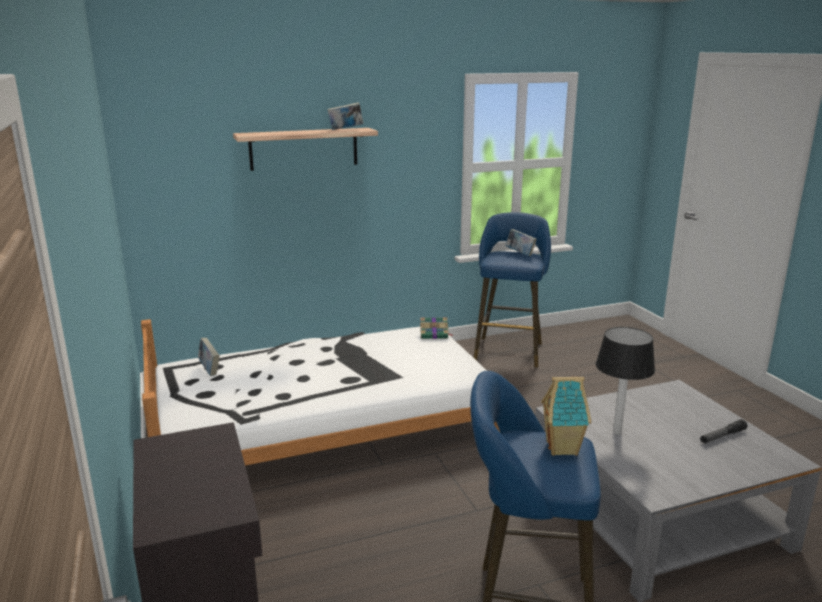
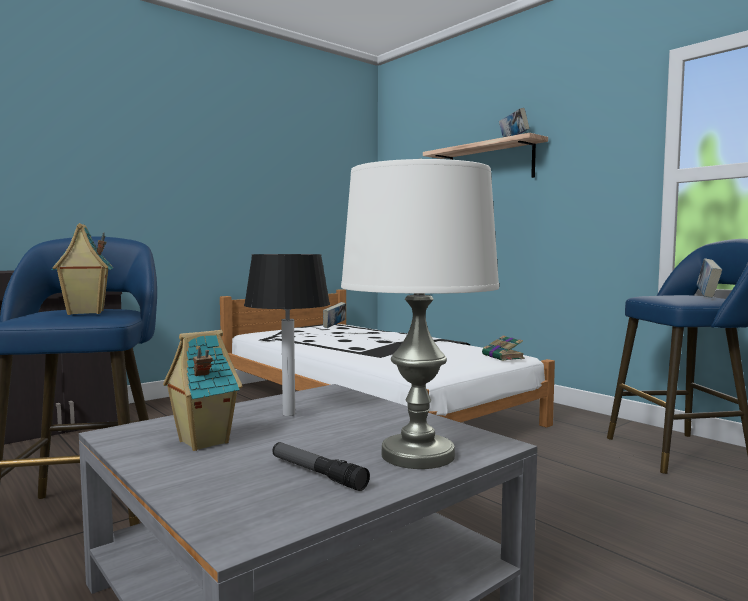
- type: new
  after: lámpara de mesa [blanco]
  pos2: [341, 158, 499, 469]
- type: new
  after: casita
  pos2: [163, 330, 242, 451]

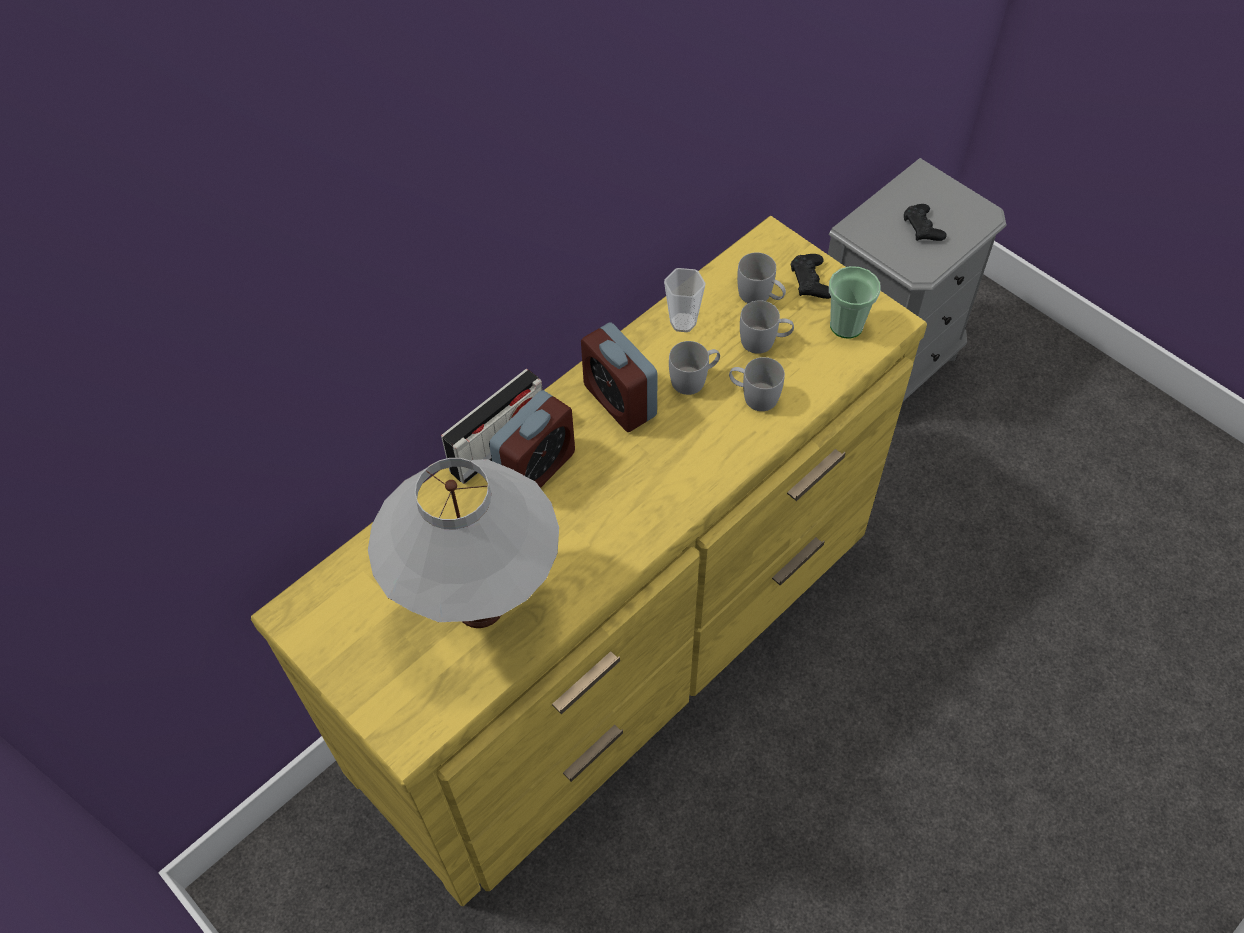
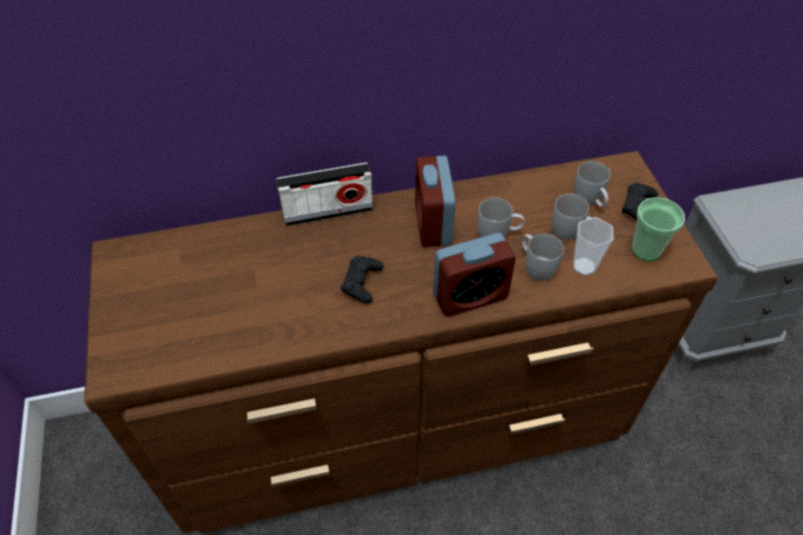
- type: shifted
  before: mando de consola [negro]
  pos1: [904, 204, 947, 241]
  pos2: [341, 256, 384, 304]
- type: repainted
  before: cómoda [amarillo]
  after: cómoda [marrón]
  pos1: [251, 216, 927, 906]
  pos2: [84, 151, 718, 534]
- type: shifted
  before: taza
  pos1: [664, 268, 706, 332]
  pos2: [573, 217, 613, 276]
- type: shifted
  before: despertador
  pos1: [489, 390, 575, 488]
  pos2: [433, 233, 516, 317]
- type: gone
  before: lámpara de mesa [blanco]
  pos1: [368, 458, 559, 628]

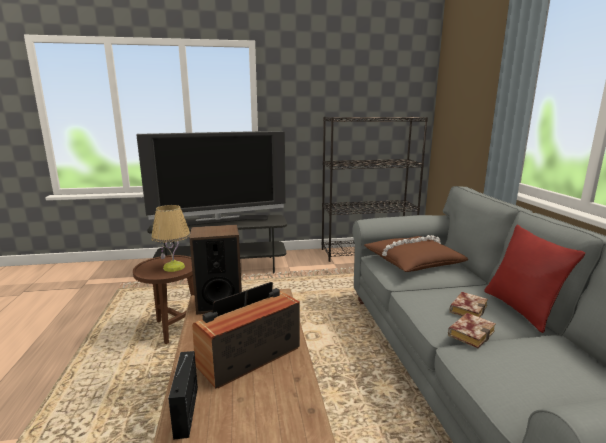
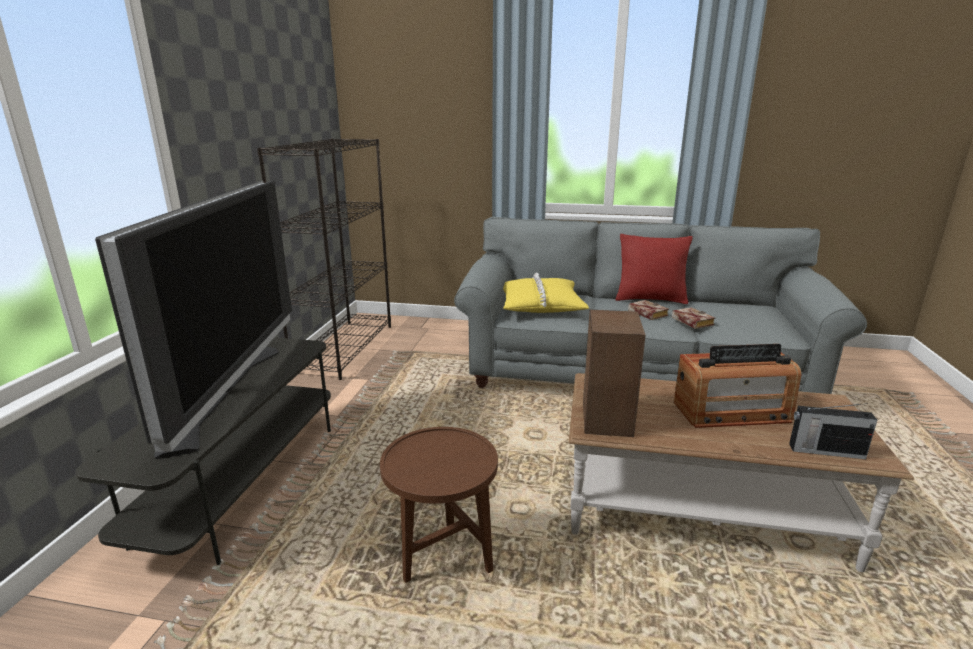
- type: gone
  before: lámpara de mesa
  pos1: [151, 205, 190, 272]
- type: repainted
  before: cojín [marrón]
  after: cojín [amarillo]
  pos1: [364, 235, 468, 272]
  pos2: [503, 272, 589, 313]
- type: rotated
  before: radio
  pos1: [192, 282, 300, 389]
  pos2: [674, 344, 802, 428]
  turn: -75

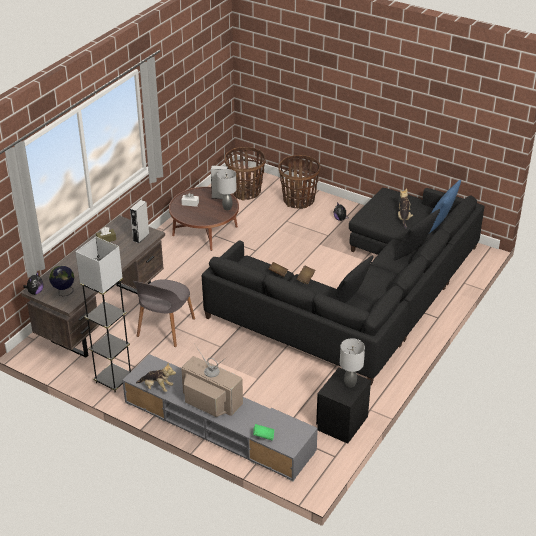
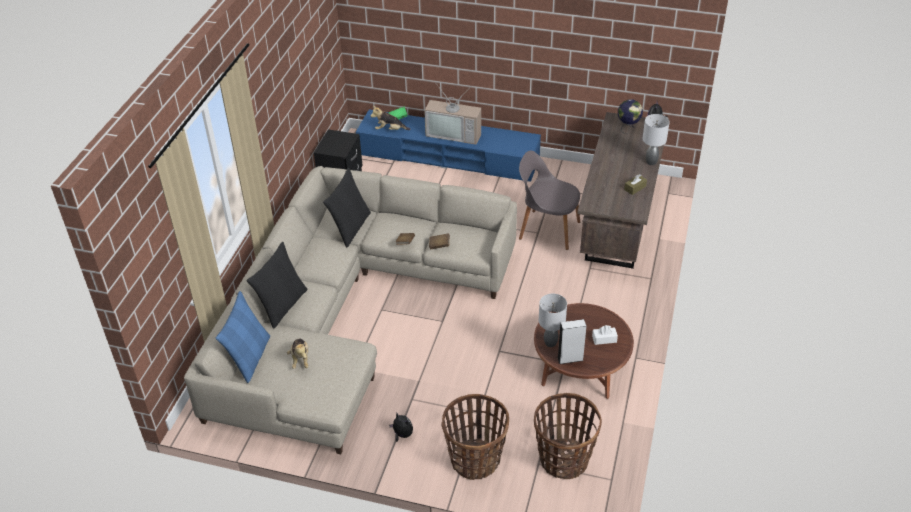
- type: repainted
  before: sofá [negro]
  after: sofá [beis]
  pos1: [202, 188, 485, 385]
  pos2: [184, 166, 517, 454]
- type: gone
  before: altavoz [gris]
  pos1: [130, 200, 149, 243]
- type: gone
  before: lámpara de pie [gris]
  pos1: [75, 237, 131, 393]
- type: rotated
  before: silla [gris]
  pos1: [133, 279, 195, 347]
  pos2: [519, 151, 580, 250]
  turn: -75
- type: shifted
  before: lámpara de mesa [gris]
  pos1: [340, 338, 365, 388]
  pos2: [642, 114, 670, 165]
- type: repainted
  before: mueble de televisión [gris]
  after: mueble de televisión [azul]
  pos1: [122, 354, 318, 481]
  pos2: [356, 109, 541, 182]
- type: shifted
  before: peluche
  pos1: [136, 363, 176, 392]
  pos2: [371, 106, 410, 130]

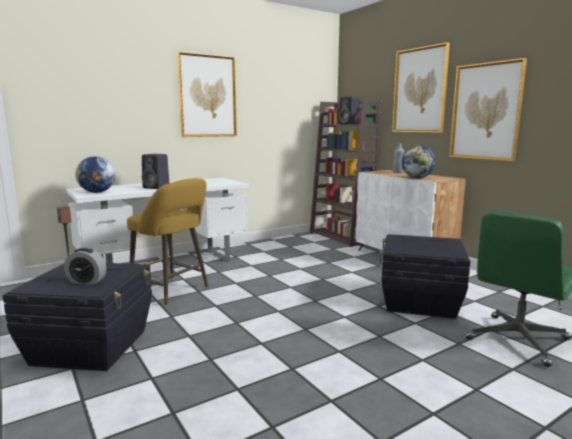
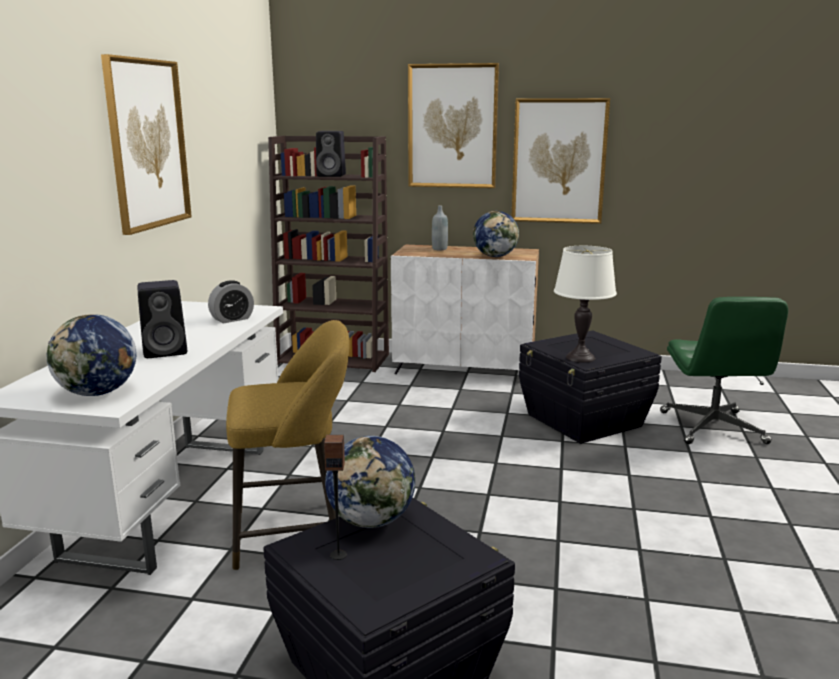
- type: shifted
  before: despertador
  pos1: [64, 248, 106, 285]
  pos2: [208, 280, 254, 323]
- type: new
  after: lámpara de mesa [blanco]
  pos2: [554, 246, 617, 363]
- type: new
  after: globo terráqueo
  pos2: [325, 436, 415, 528]

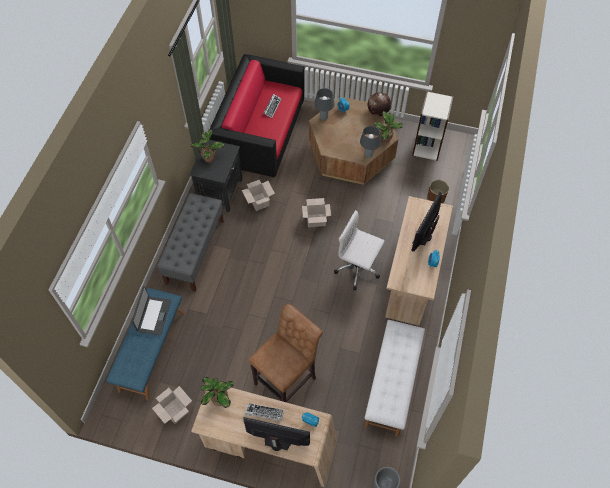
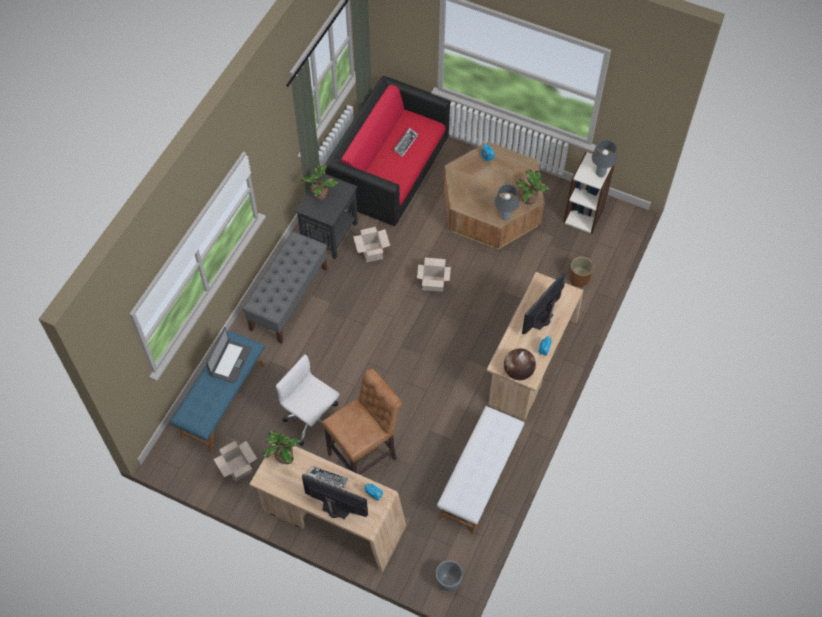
- type: shifted
  before: lámpara de mesa [gris]
  pos1: [314, 88, 335, 120]
  pos2: [592, 140, 617, 177]
- type: shifted
  before: globo terráqueo
  pos1: [368, 92, 391, 116]
  pos2: [504, 348, 536, 380]
- type: shifted
  before: silla de oficina [blanco]
  pos1: [334, 210, 385, 290]
  pos2: [276, 354, 340, 446]

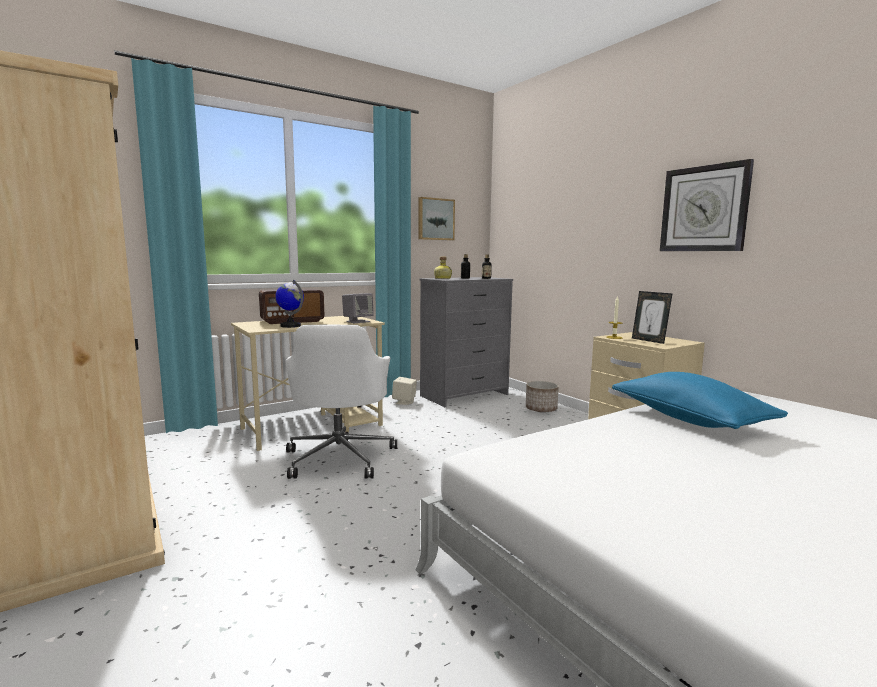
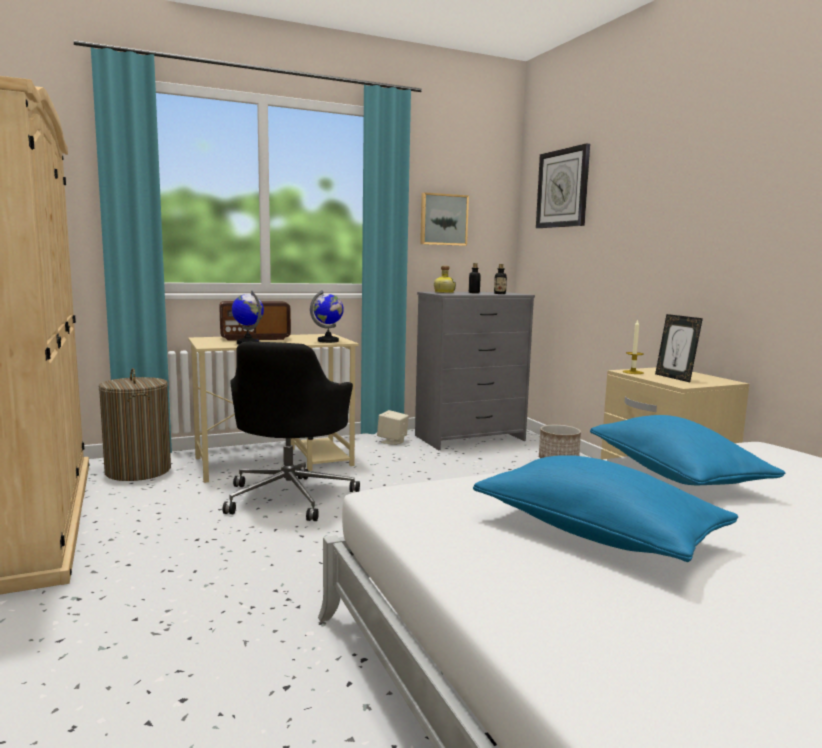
- type: shifted
  before: reloj de pared
  pos1: [660, 159, 754, 251]
  pos2: [536, 143, 590, 228]
- type: swapped
  before: altavoz [gris]
  after: globo terráqueo
  pos1: [342, 293, 374, 323]
  pos2: [310, 290, 344, 343]
- type: repainted
  before: silla de oficina [blanco]
  after: silla de oficina [negro]
  pos1: [286, 325, 397, 479]
  pos2: [222, 342, 360, 521]
- type: new
  after: cesto de la ropa
  pos2: [99, 368, 171, 481]
- type: new
  after: cojín [azul]
  pos2: [473, 455, 738, 562]

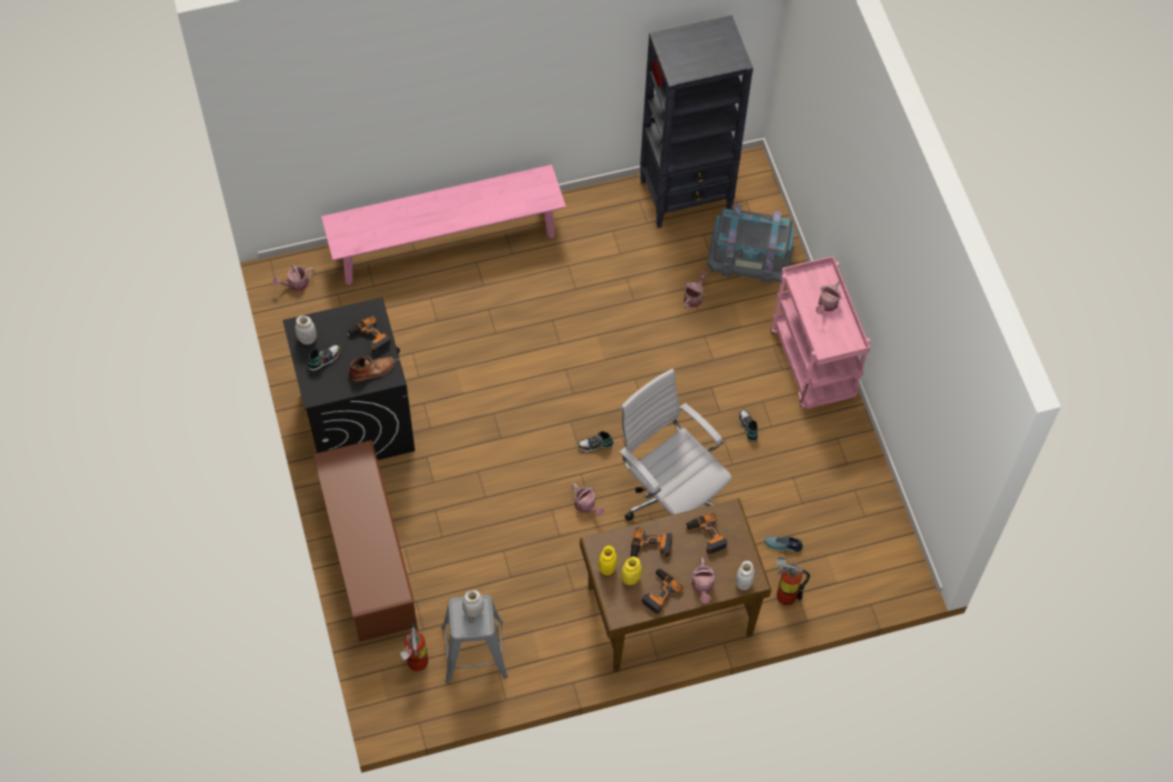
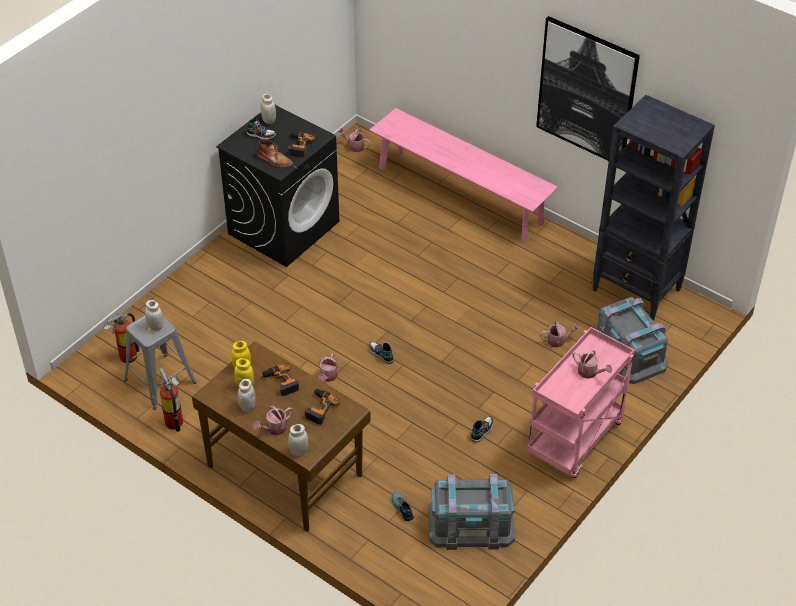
- type: rotated
  before: regadera
  pos1: [816, 281, 841, 314]
  pos2: [572, 350, 612, 379]
  turn: -135
- type: gone
  before: silla de oficina [blanco]
  pos1: [619, 369, 732, 521]
- type: gone
  before: zapatero [marrón]
  pos1: [313, 440, 418, 642]
- type: shifted
  before: extintor
  pos1: [776, 557, 810, 605]
  pos2: [160, 368, 183, 432]
- type: swapped
  before: taladro
  after: tarro [blanco]
  pos1: [642, 569, 683, 614]
  pos2: [238, 379, 256, 412]
- type: new
  after: cuadro
  pos2: [536, 16, 640, 161]
- type: new
  after: caja de almacenaje [gris]
  pos2: [429, 474, 515, 550]

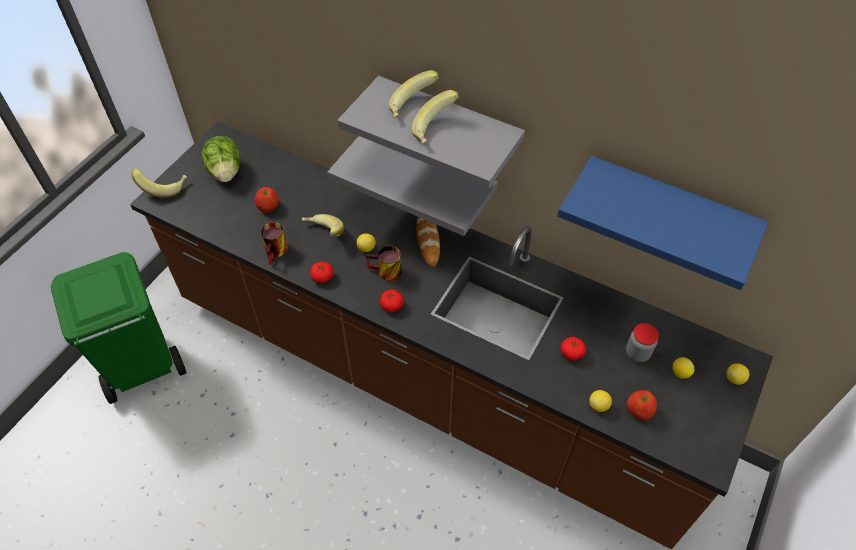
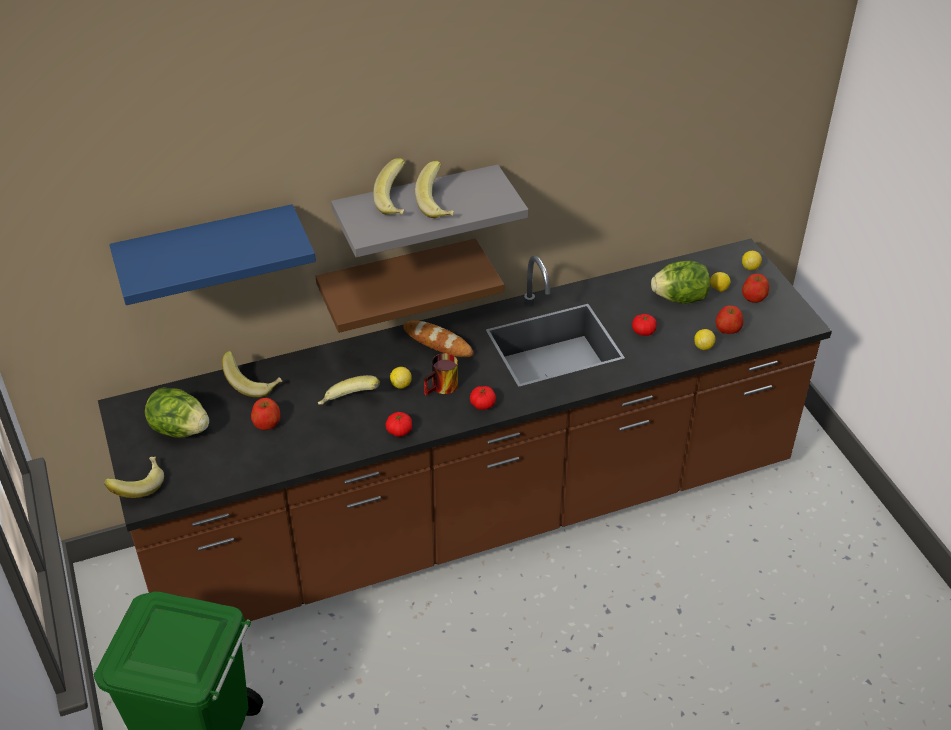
- type: repainted
  before: estante [gris]
  after: estante [marrón]
  pos1: [327, 136, 498, 236]
  pos2: [316, 238, 504, 333]
- type: shifted
  before: estante [azul]
  pos1: [558, 156, 769, 290]
  pos2: [109, 204, 316, 305]
- type: gone
  before: taza grande
  pos1: [261, 222, 288, 265]
- type: swapped
  before: tarro
  after: lechuga
  pos1: [626, 323, 659, 362]
  pos2: [651, 260, 710, 304]
- type: new
  after: manzana
  pos2: [742, 274, 769, 303]
- type: new
  after: plátano
  pos2: [222, 351, 283, 397]

